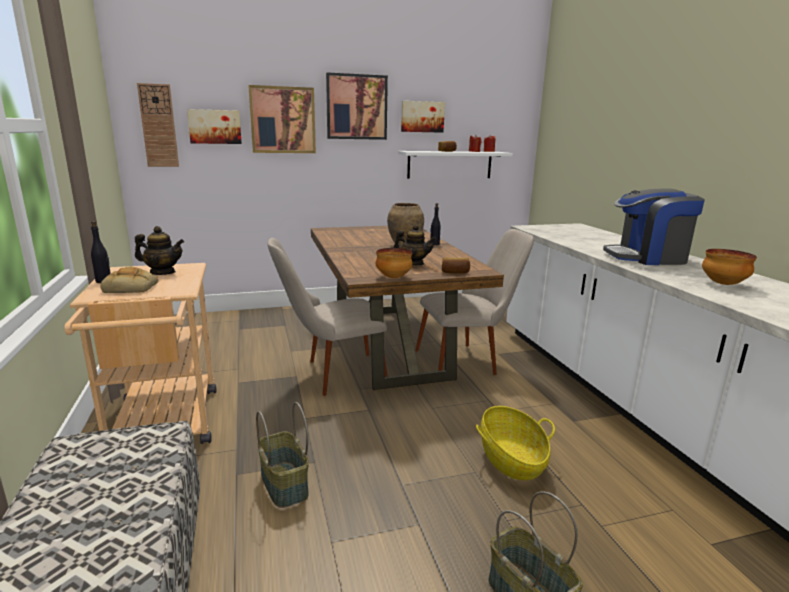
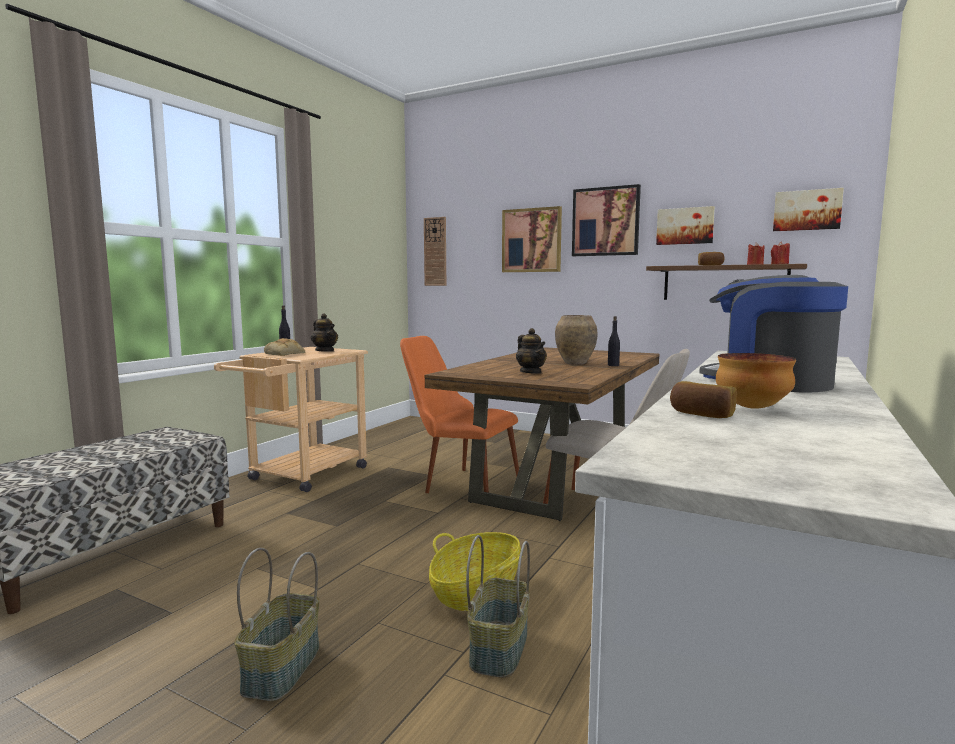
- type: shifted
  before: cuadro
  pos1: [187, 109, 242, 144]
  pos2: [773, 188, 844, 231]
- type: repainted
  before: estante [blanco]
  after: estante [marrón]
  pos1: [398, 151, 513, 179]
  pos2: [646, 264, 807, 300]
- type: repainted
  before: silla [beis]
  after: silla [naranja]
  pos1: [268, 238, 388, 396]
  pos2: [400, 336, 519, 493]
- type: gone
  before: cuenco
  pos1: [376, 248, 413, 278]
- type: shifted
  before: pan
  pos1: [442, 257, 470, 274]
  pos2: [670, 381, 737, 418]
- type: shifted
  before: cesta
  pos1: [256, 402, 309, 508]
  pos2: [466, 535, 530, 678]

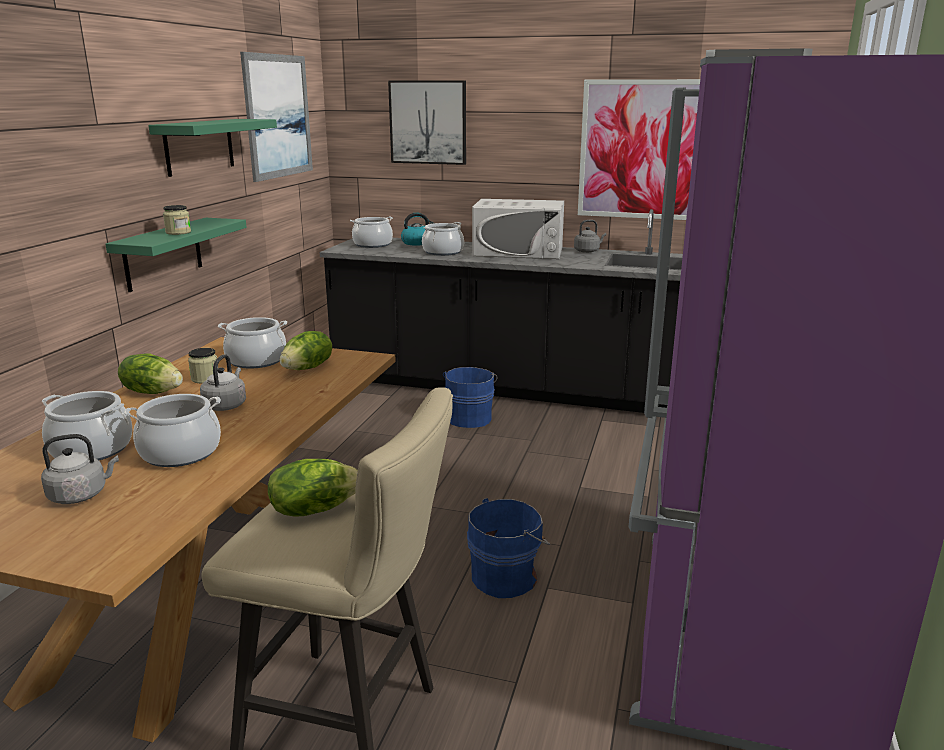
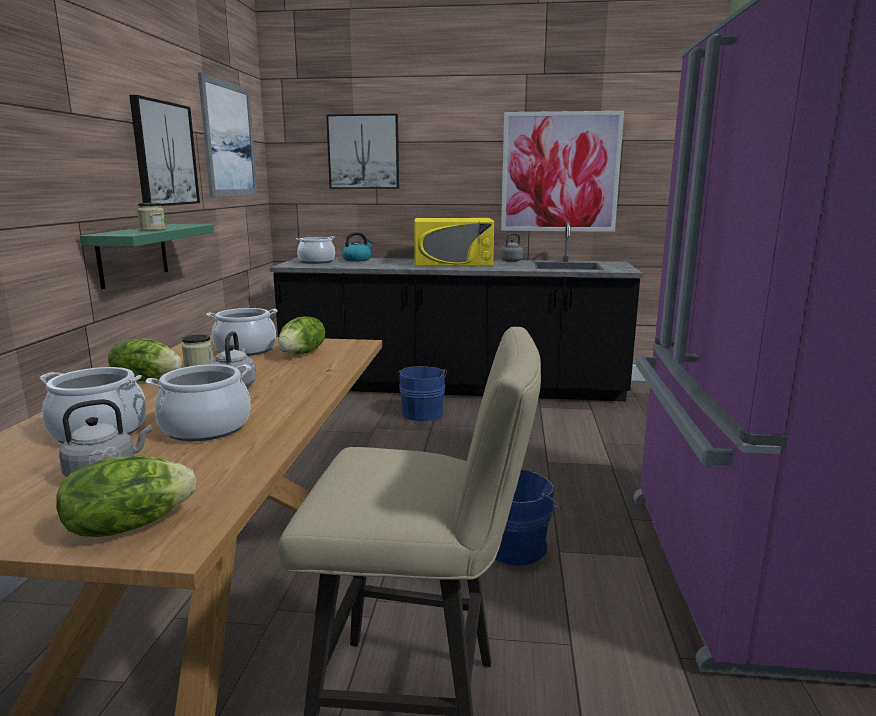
- type: swapped
  before: estante [verde]
  after: cuadro
  pos1: [148, 119, 277, 177]
  pos2: [129, 95, 200, 206]
- type: repainted
  before: microondas [blanco]
  after: microondas [amarillo]
  pos1: [472, 199, 564, 259]
  pos2: [414, 218, 494, 266]
- type: gone
  before: olla
  pos1: [422, 222, 464, 256]
- type: shifted
  before: lechuga
  pos1: [268, 459, 358, 517]
  pos2: [56, 456, 196, 537]

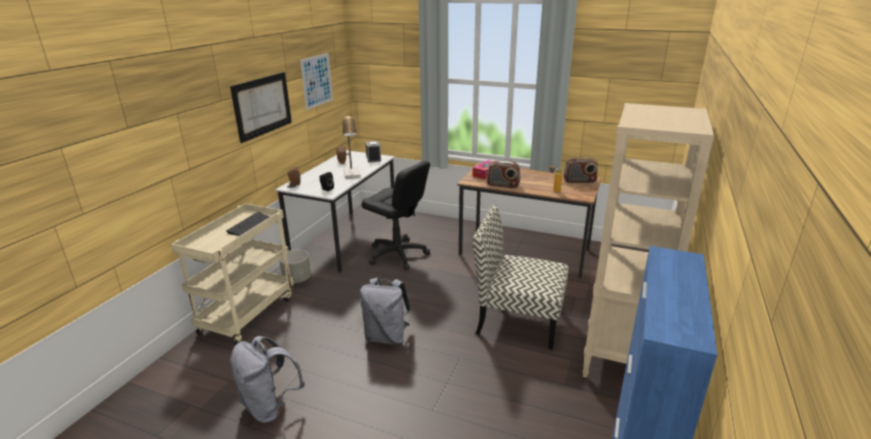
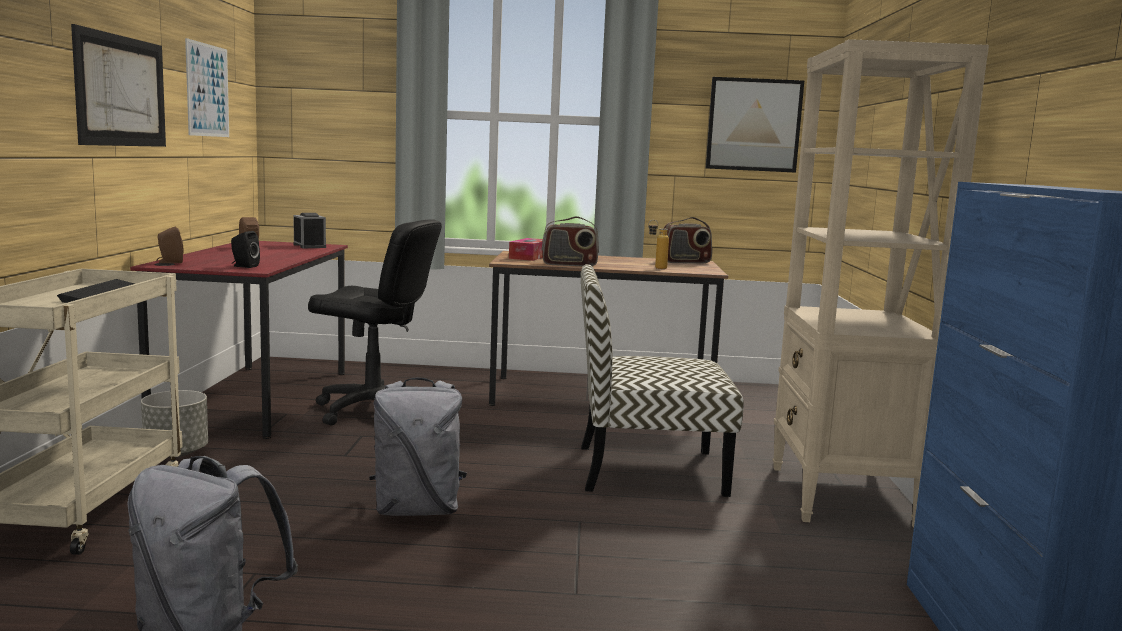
- type: gone
  before: lámpara de mesa
  pos1: [342, 114, 361, 179]
- type: repainted
  before: escritorio [blanco]
  after: escritorio [rojo]
  pos1: [275, 150, 395, 273]
  pos2: [130, 241, 348, 439]
- type: new
  after: cuadro
  pos2: [706, 77, 804, 173]

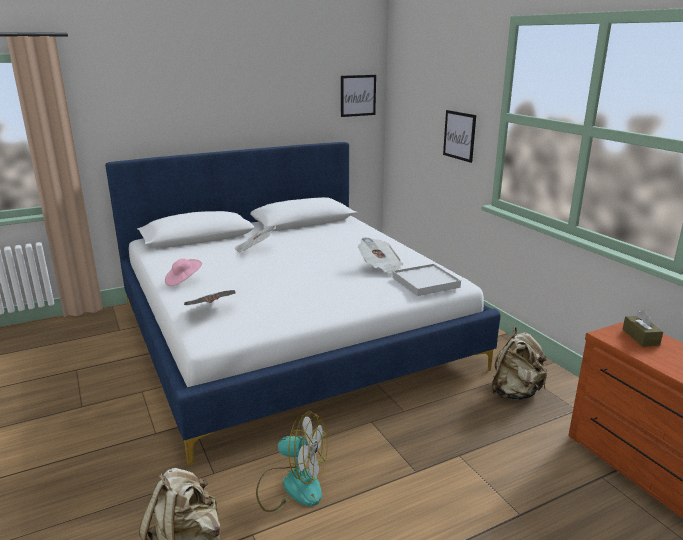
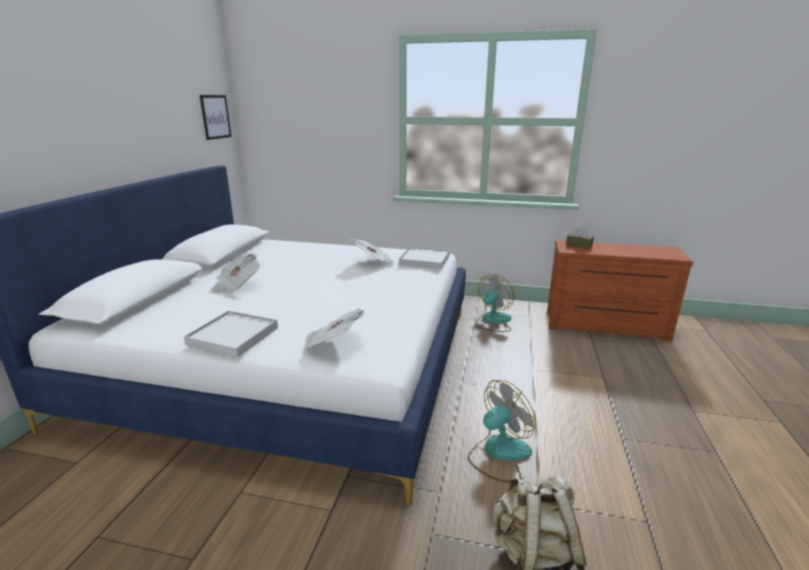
- type: gone
  before: cuadro
  pos1: [443, 110, 476, 163]
- type: swapped
  before: sombrero [rosa]
  after: bandeja [blanco]
  pos1: [165, 258, 202, 286]
  pos2: [184, 310, 278, 357]
- type: swapped
  before: mochila [beis]
  after: ventilador
  pos1: [492, 327, 548, 400]
  pos2: [476, 275, 514, 332]

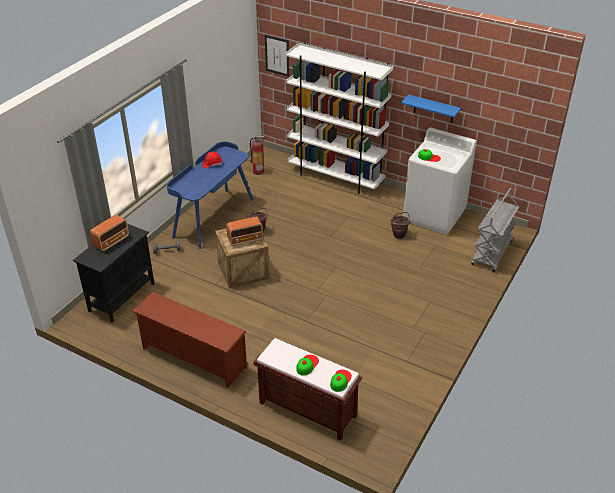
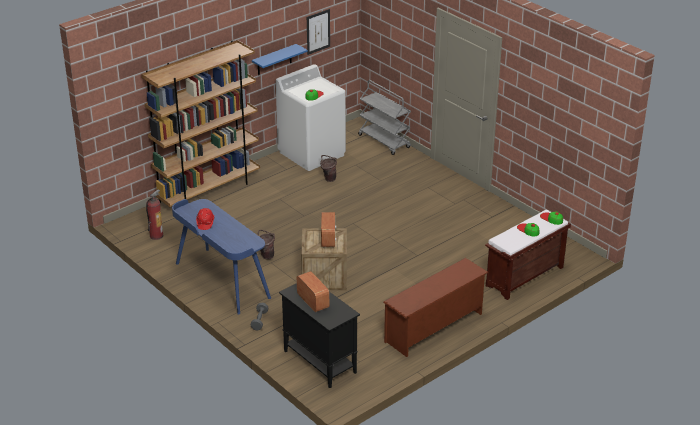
- type: shifted
  before: cuadro
  pos1: [265, 35, 289, 77]
  pos2: [307, 9, 330, 55]
- type: repainted
  before: estantería [blanco]
  after: estantería [marrón]
  pos1: [286, 43, 394, 194]
  pos2: [141, 40, 260, 207]

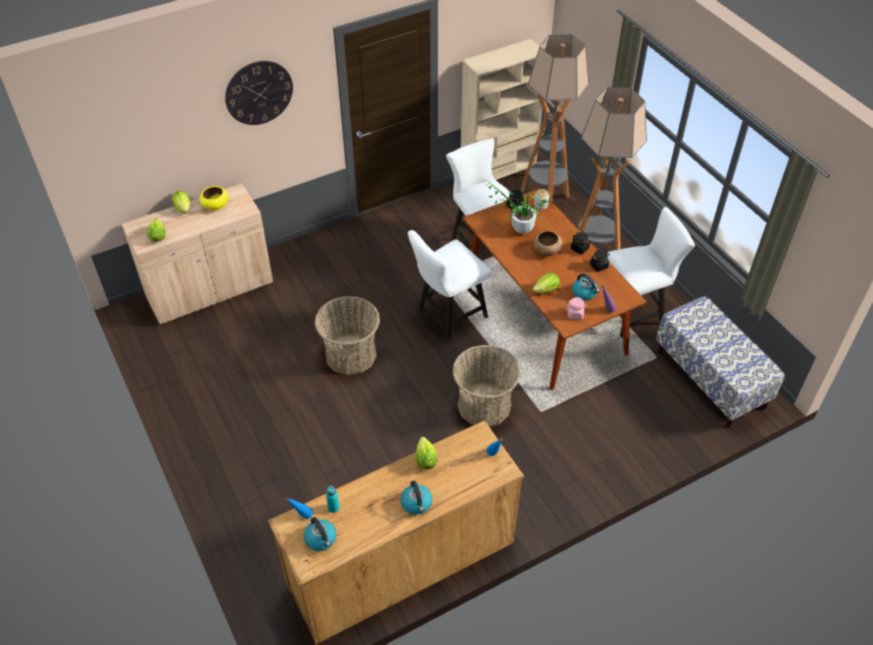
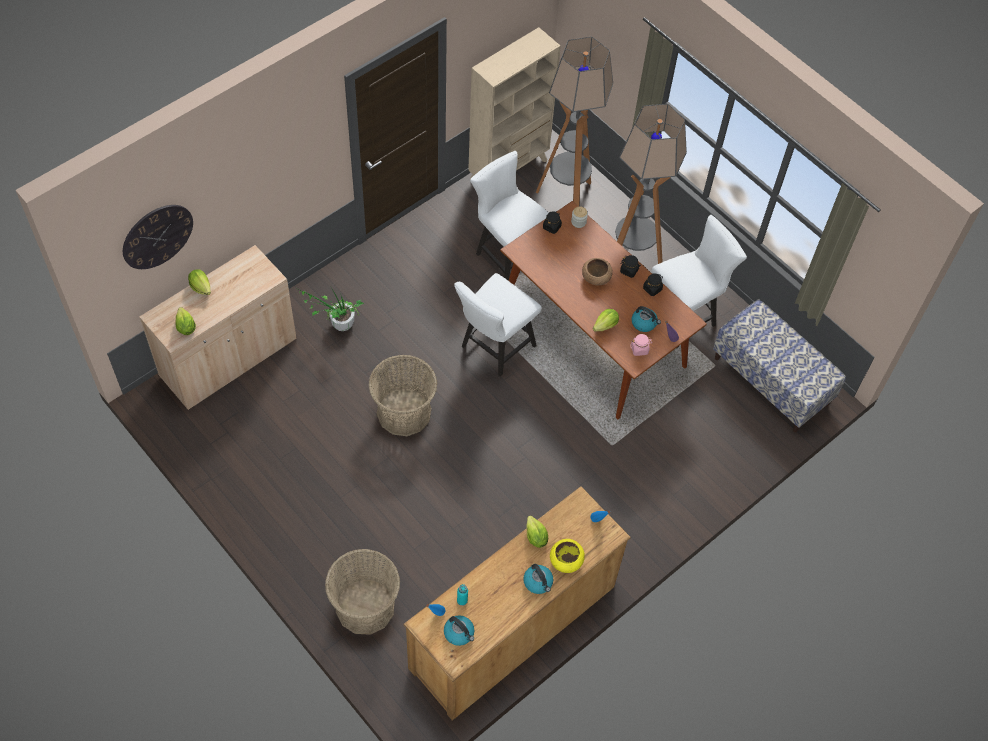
- type: shifted
  before: reloj de pared
  pos1: [225, 61, 293, 125]
  pos2: [123, 205, 193, 269]
- type: shifted
  before: planta en maceta
  pos1: [487, 181, 549, 234]
  pos2: [299, 288, 364, 331]
- type: shifted
  before: cuenco [amarillo]
  pos1: [199, 186, 228, 211]
  pos2: [550, 539, 585, 573]
- type: shifted
  before: cesta
  pos1: [452, 345, 521, 427]
  pos2: [325, 549, 400, 635]

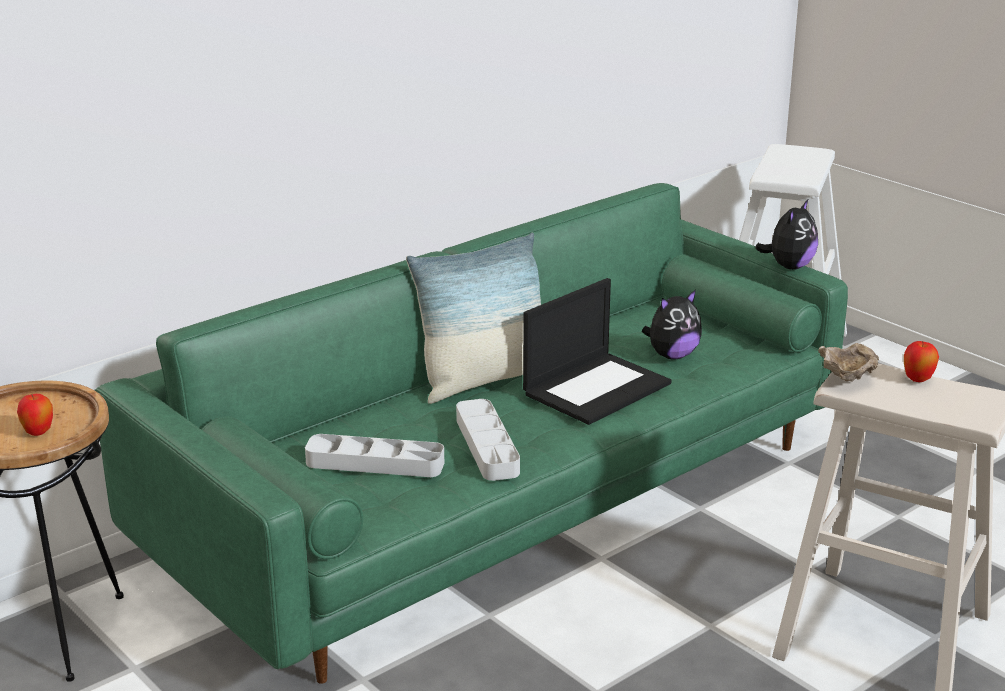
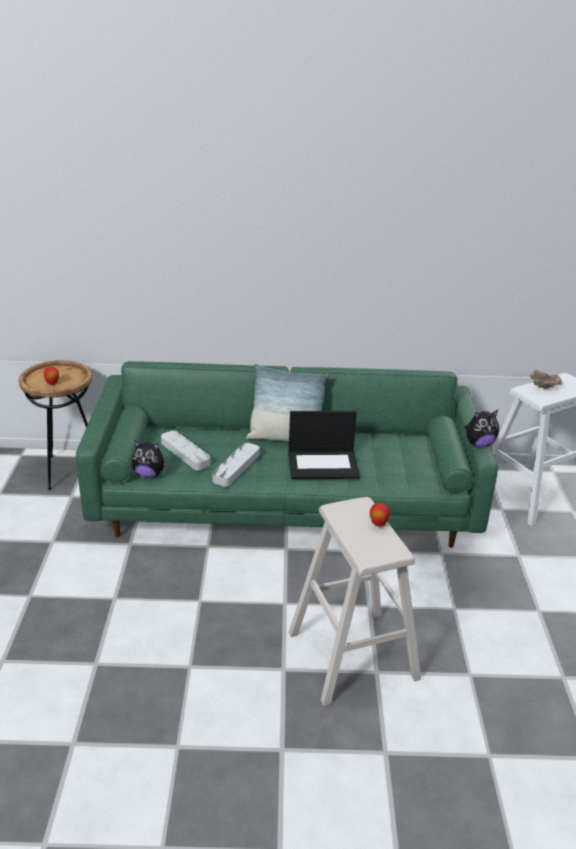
- type: shifted
  before: peluche
  pos1: [642, 290, 702, 359]
  pos2: [132, 440, 169, 478]
- type: shifted
  before: cuenco [beis]
  pos1: [818, 343, 879, 382]
  pos2: [530, 370, 562, 389]

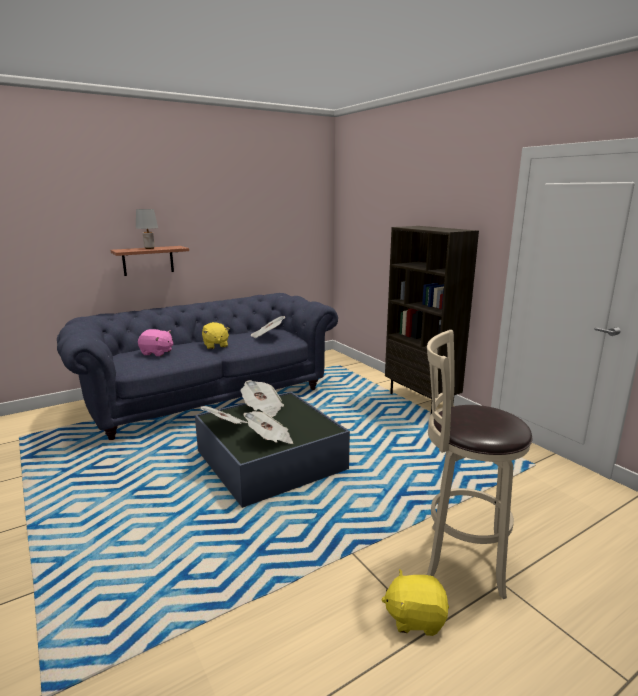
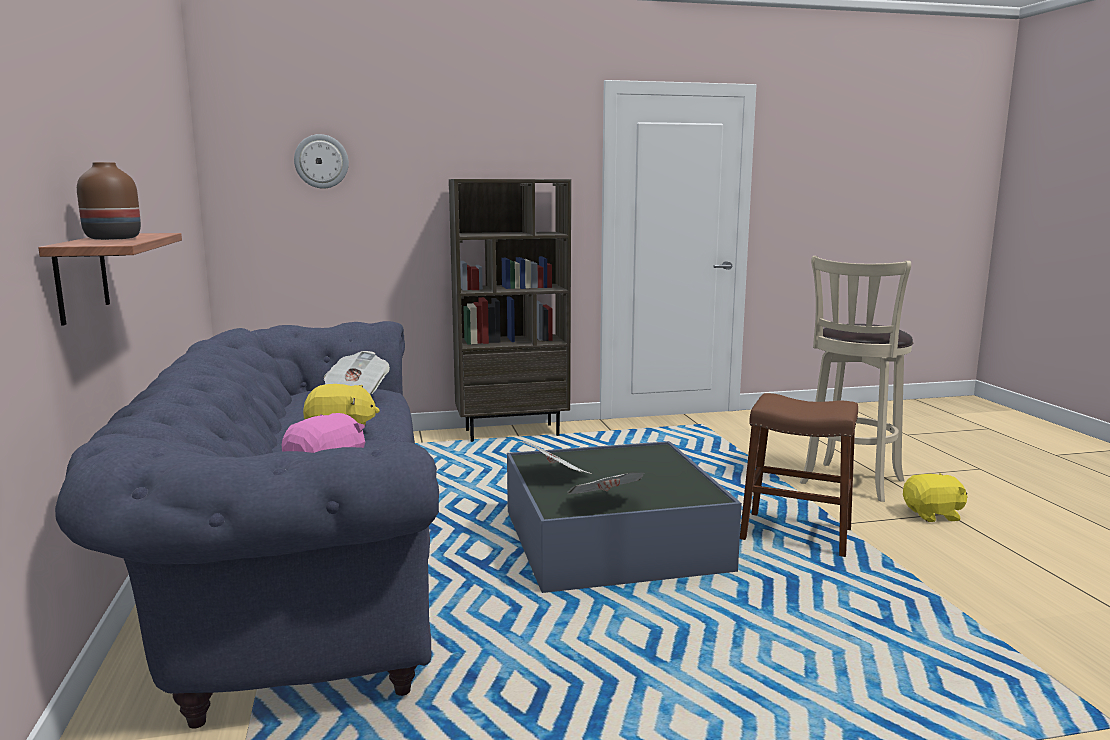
- type: swapped
  before: lámpara de mesa [gris]
  after: florero [marrón]
  pos1: [136, 209, 158, 249]
  pos2: [77, 162, 141, 240]
- type: gone
  before: periódico
  pos1: [244, 411, 293, 444]
- type: rotated
  before: peluche [amarillo]
  pos1: [381, 569, 449, 636]
  pos2: [903, 473, 968, 522]
  turn: -120
- type: new
  after: reloj de pared
  pos2: [294, 134, 349, 189]
- type: new
  after: taburete [marrón]
  pos2: [740, 393, 858, 557]

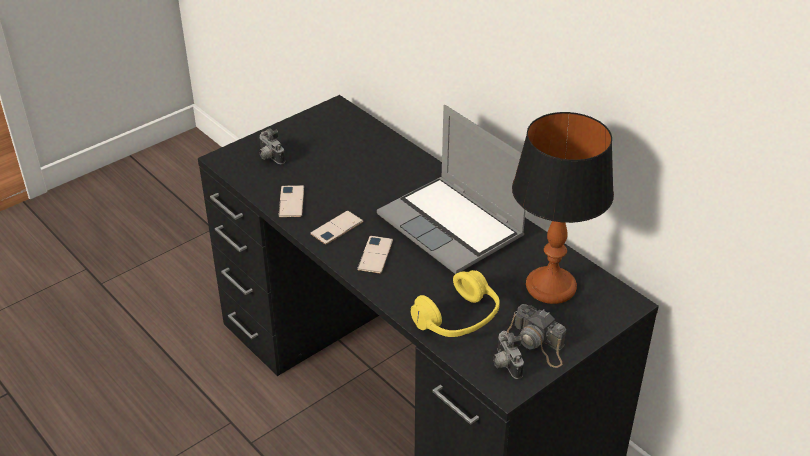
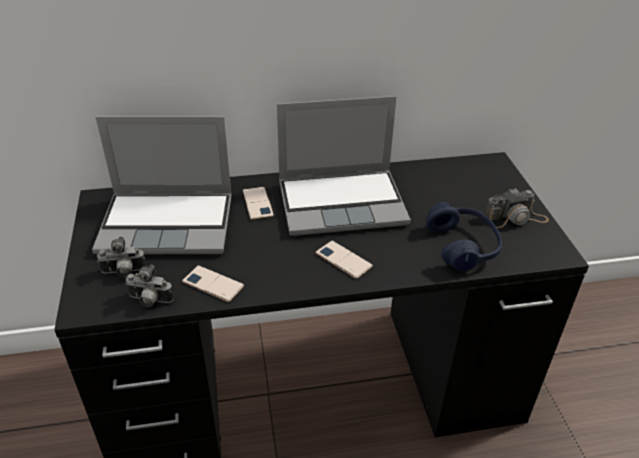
- type: gone
  before: lámpara de mesa
  pos1: [512, 112, 614, 304]
- type: shifted
  before: móvil
  pos1: [310, 211, 364, 245]
  pos2: [243, 187, 274, 220]
- type: repainted
  before: auriculares [amarillo]
  after: auriculares [azul]
  pos1: [411, 270, 500, 337]
  pos2: [426, 202, 502, 272]
- type: shifted
  before: cámara
  pos1: [493, 331, 524, 379]
  pos2: [125, 265, 174, 307]
- type: new
  after: portátil
  pos2: [92, 116, 232, 254]

